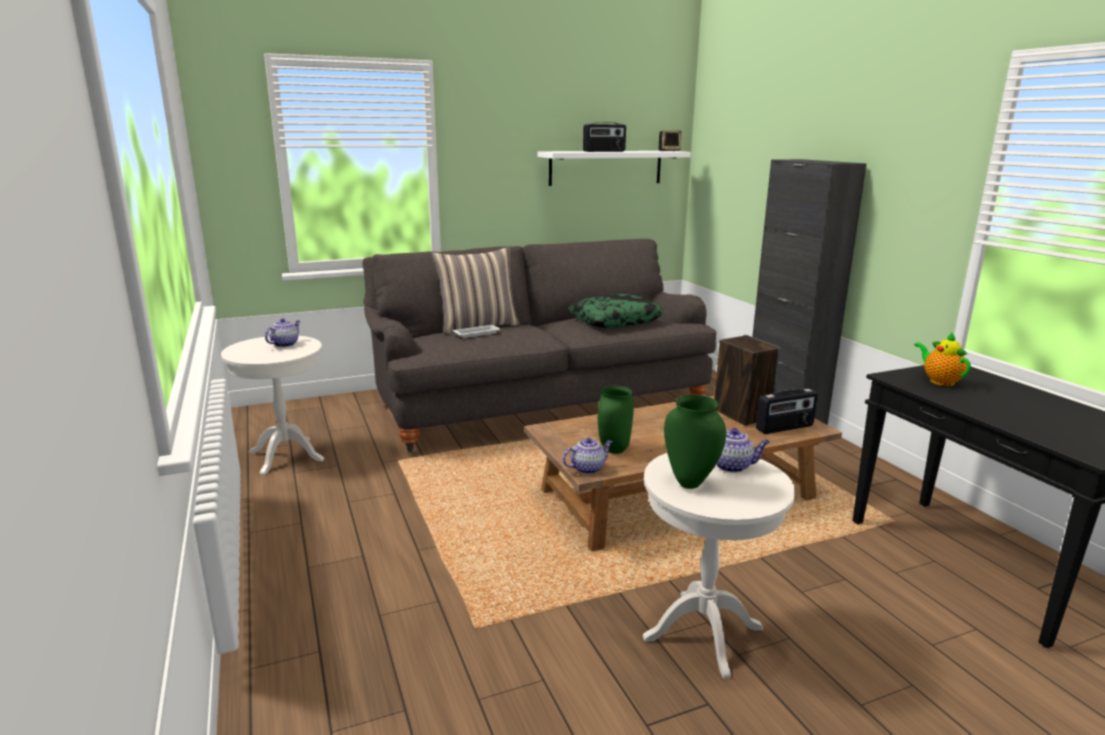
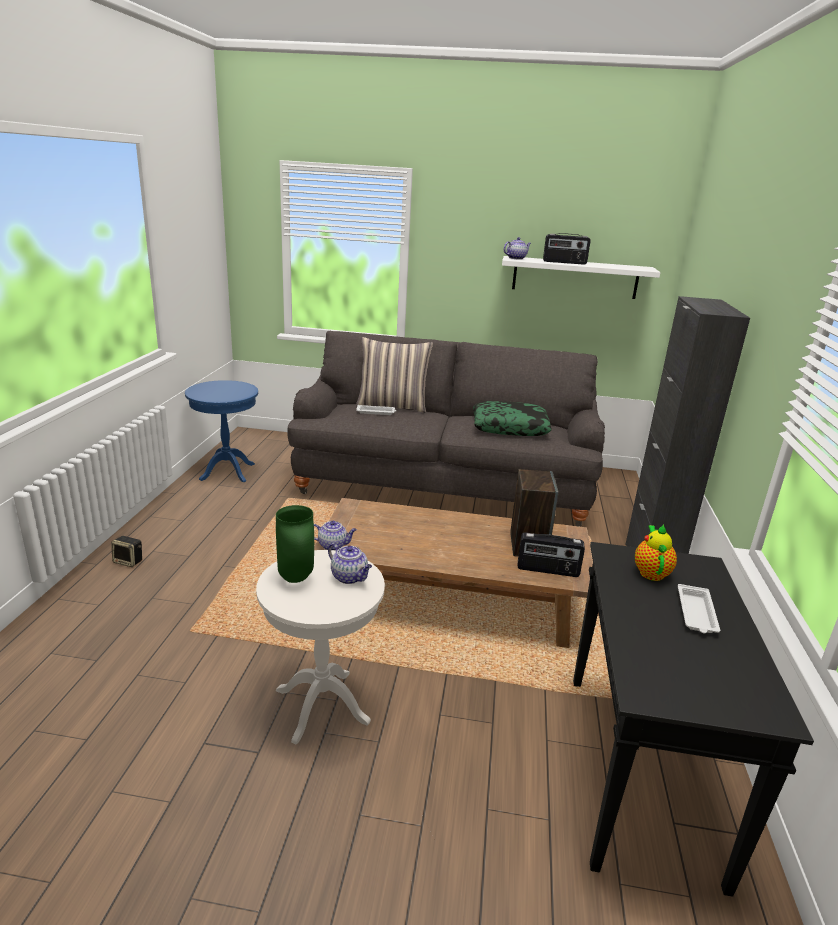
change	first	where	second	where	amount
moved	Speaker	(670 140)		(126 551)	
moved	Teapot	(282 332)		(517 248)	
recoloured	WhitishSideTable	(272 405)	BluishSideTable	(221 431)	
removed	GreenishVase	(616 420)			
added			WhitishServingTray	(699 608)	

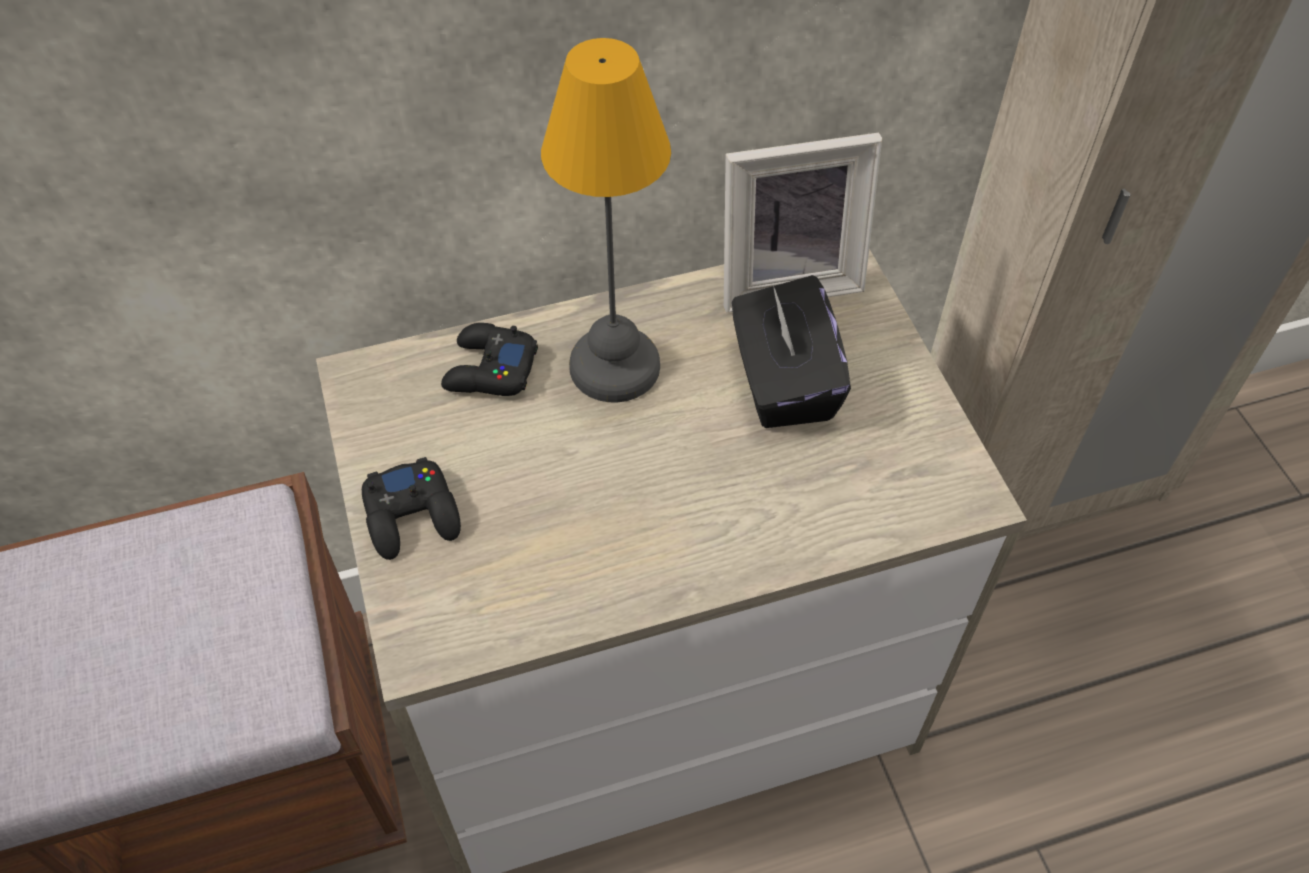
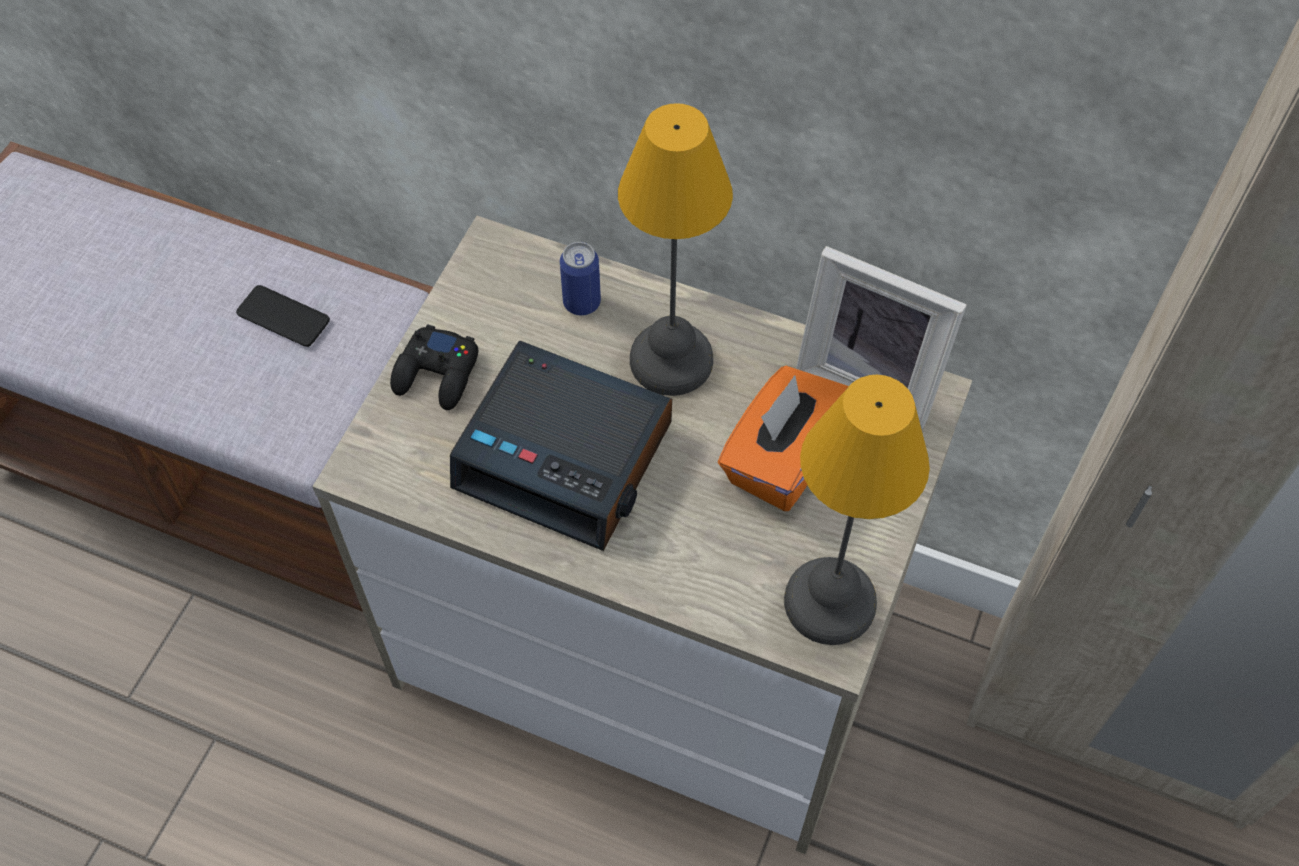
change	first	where	second	where	amount
recoloured	BlackishTissueBox	(791 351)	OrangeyTissueBox	(783 438)	
replaced	BlackishGameController	(489 359)	SealedCan	(580 279)	
added			Telephone	(283 316)	
added			BedsideClock	(561 446)	
added			LampForATable	(857 510)	

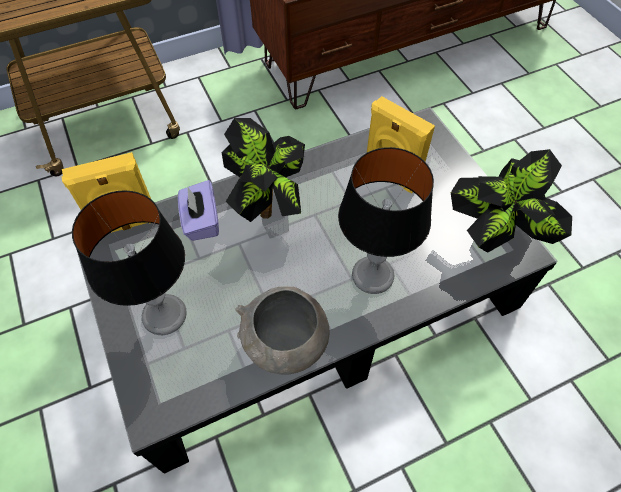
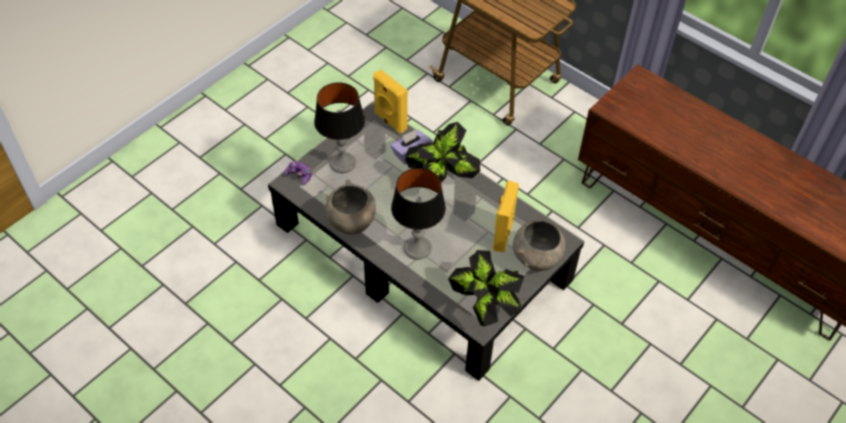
change	first	where	second	where	amount
added			GameController	(298 173)	
added			GreyBowl	(539 245)	

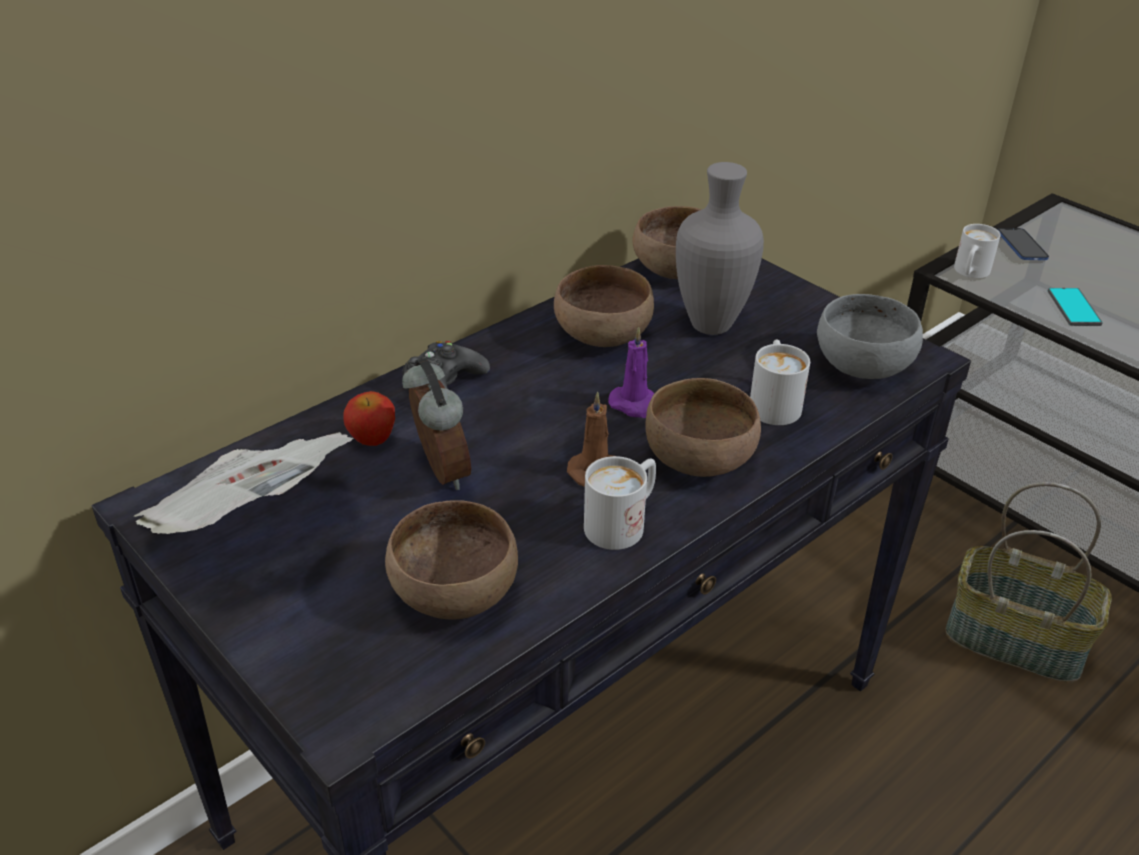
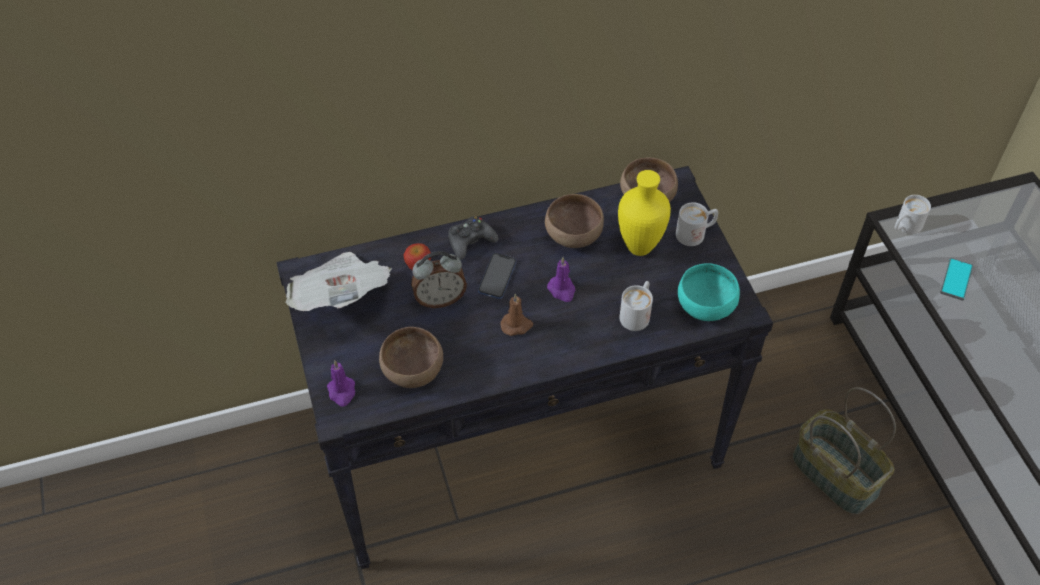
change	first	where	second	where	amount
recoloured	GreyVase	(720 248)	YellowVase	(644 213)	
moved	Telephone	(1023 244)		(497 276)	
recoloured	GreyBowl	(870 336)	TurquoiseColouredBowl	(709 292)	
turned	BedsideClock	(436 424)		(439 279)	75 degrees clockwise
removed	BrownColouredBowl	(703 427)			
moved	WhitishCoffeeMug	(620 503)		(697 224)	
added			PurpleWaxLight	(341 383)	

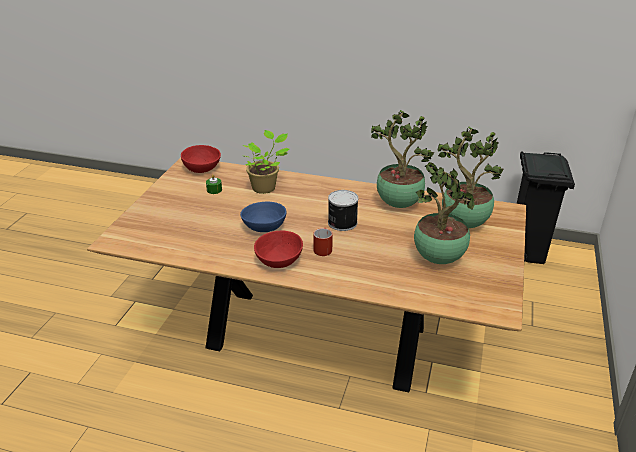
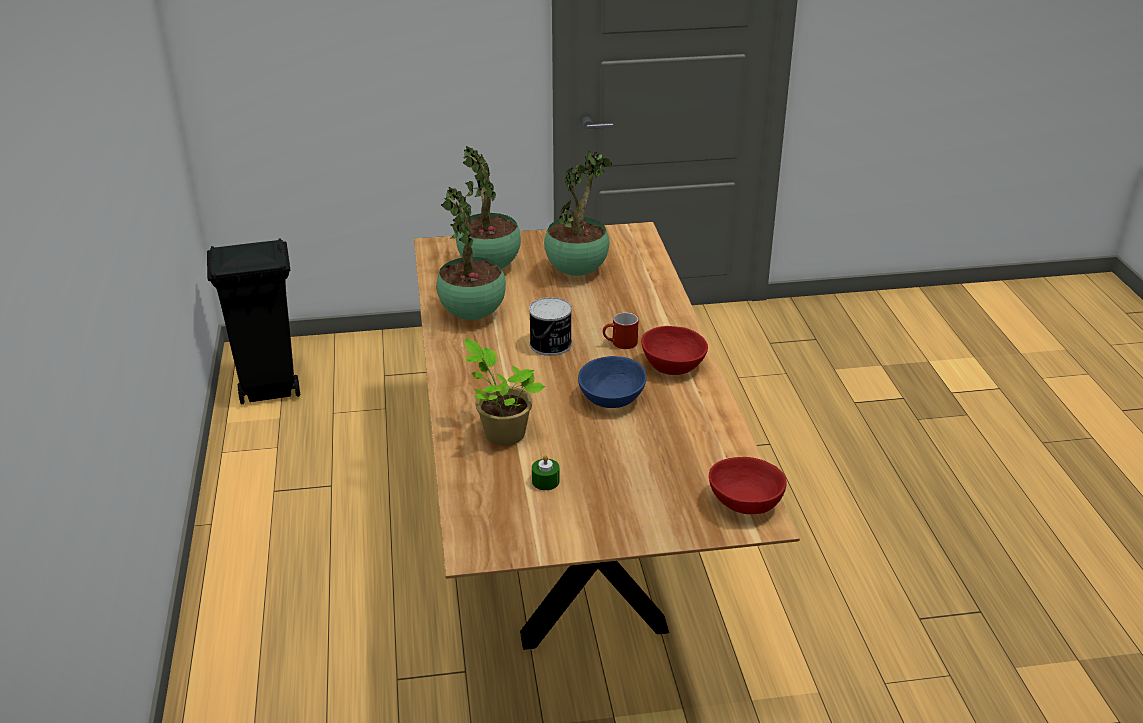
change	first	where	second	where	amount
moved	RedColouredBowl	(201 159)		(747 485)	

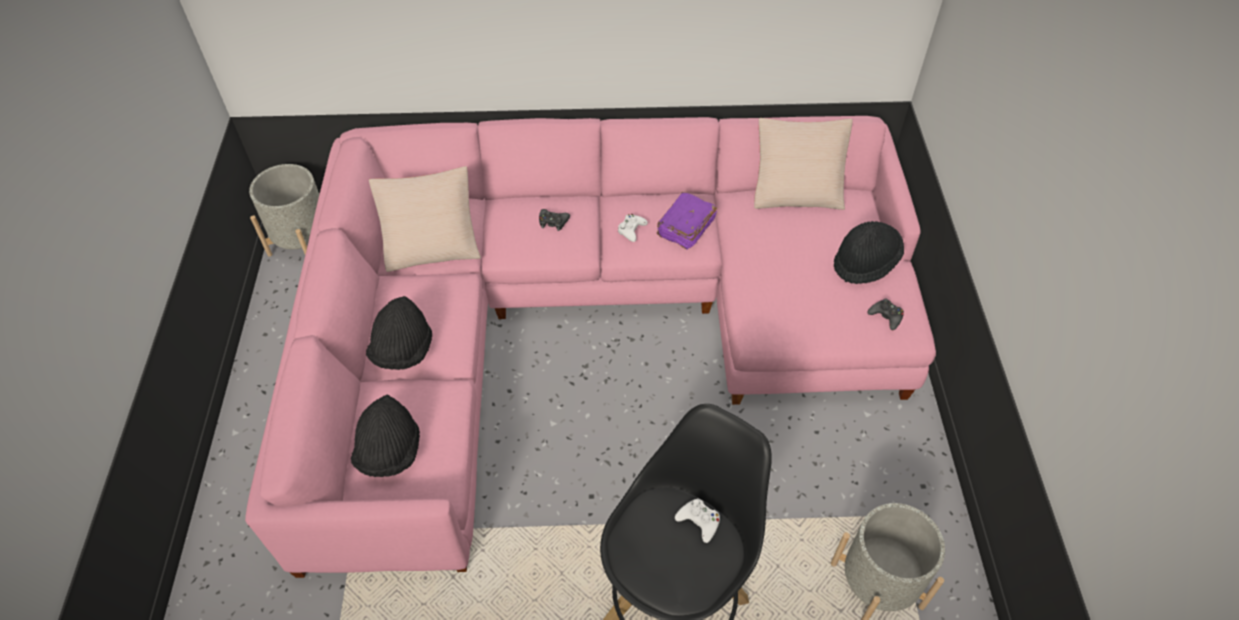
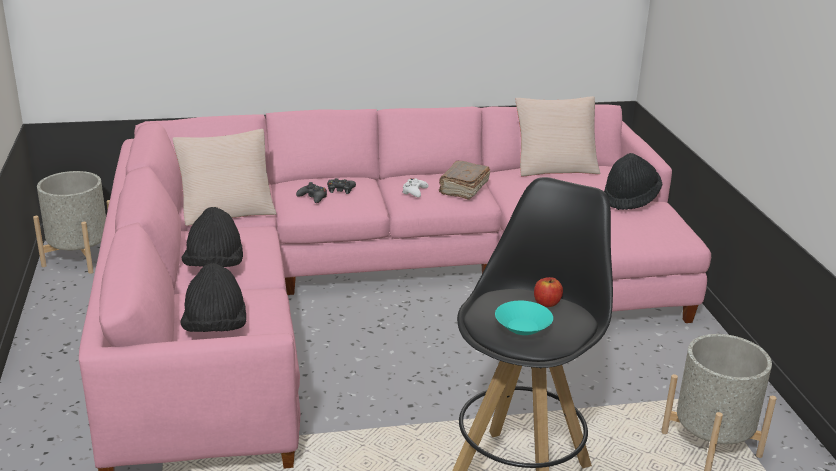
change	first	where	second	where	amount
recoloured	PurpleBoundBook	(687 221)	BrownColouredBoundBook	(464 180)	
moved	BlackishGameController	(886 314)		(311 192)	
replaced	WhitishGameController	(697 520)	AppleFruit	(548 292)	
added			TurquoiseColouredBowl	(524 318)	

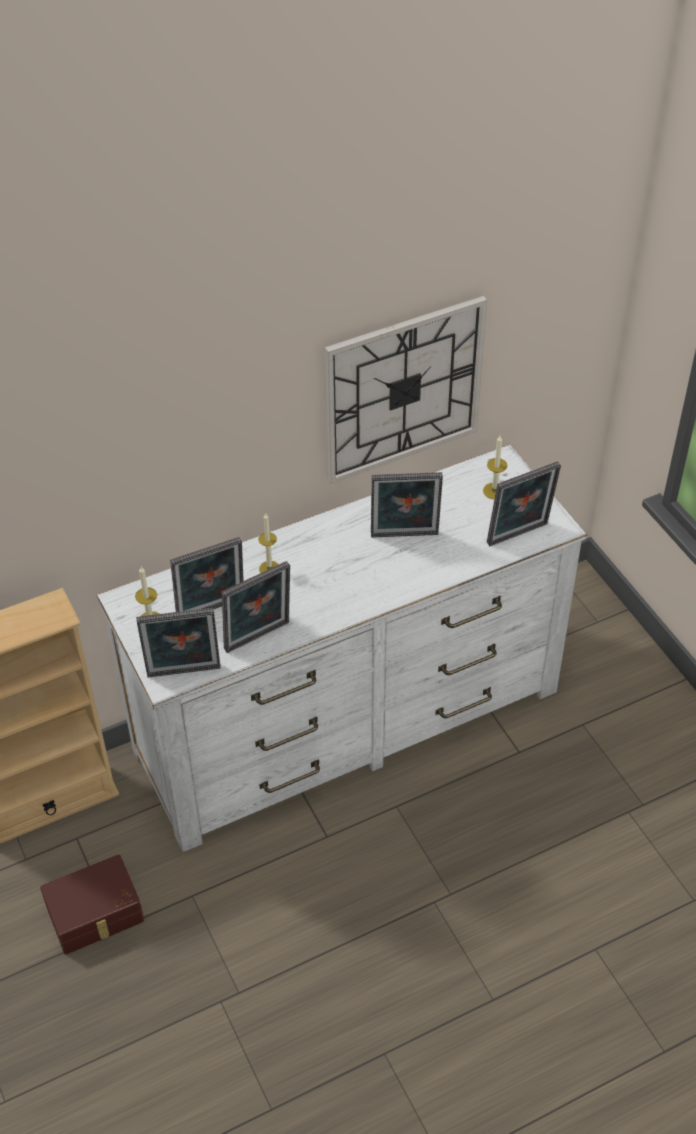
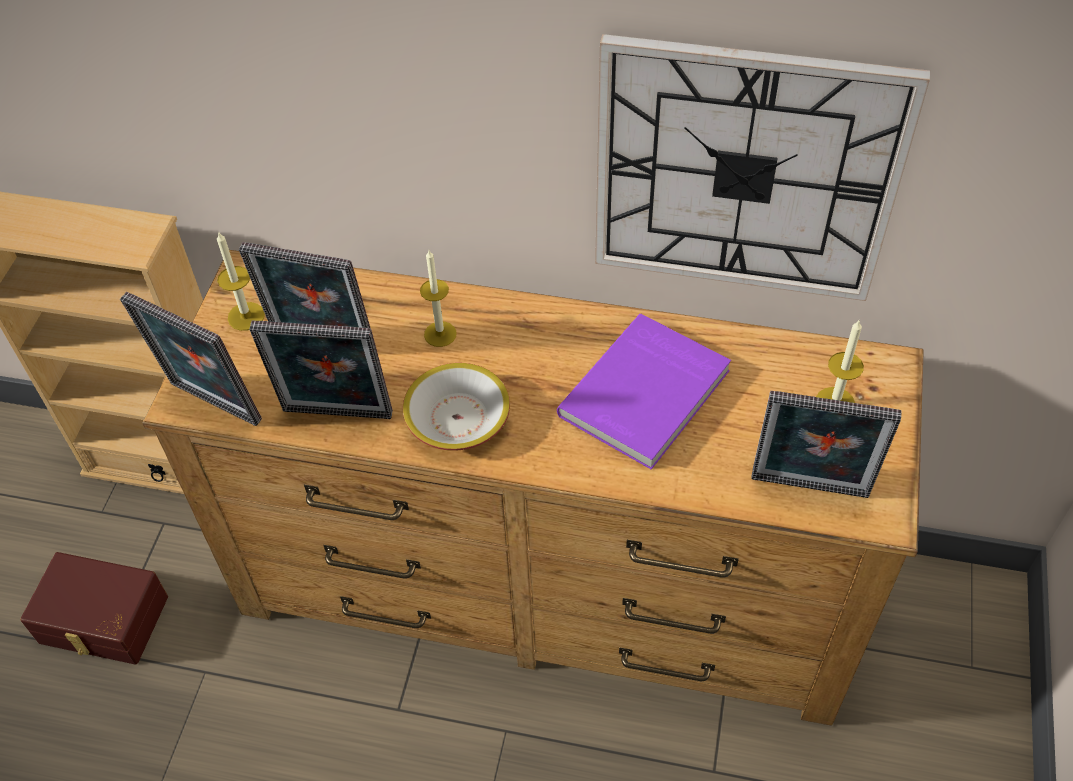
change	first	where	second	where	amount
recoloured	WhitishChestOfDrawers	(341 648)	BrownColouredChestOfDrawers	(533 488)	
replaced	StandingFrame	(407 505)	PurpleBoundBook	(644 392)	
added			Bowl	(456 407)	

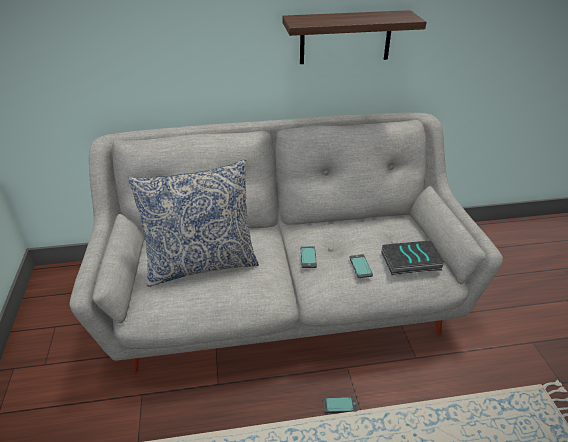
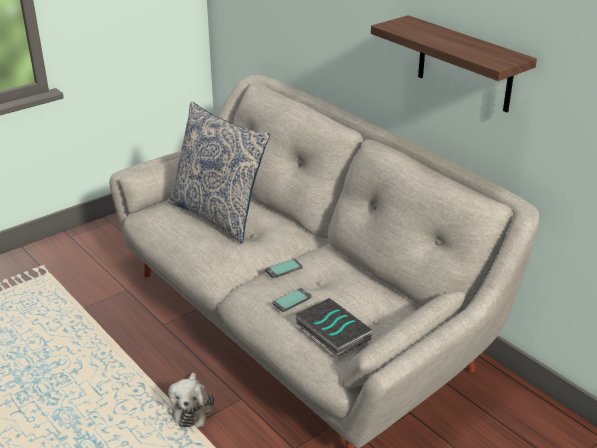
change	first	where	second	where	amount
replaced	Telephone	(340 405)	PlushToy	(191 400)	

